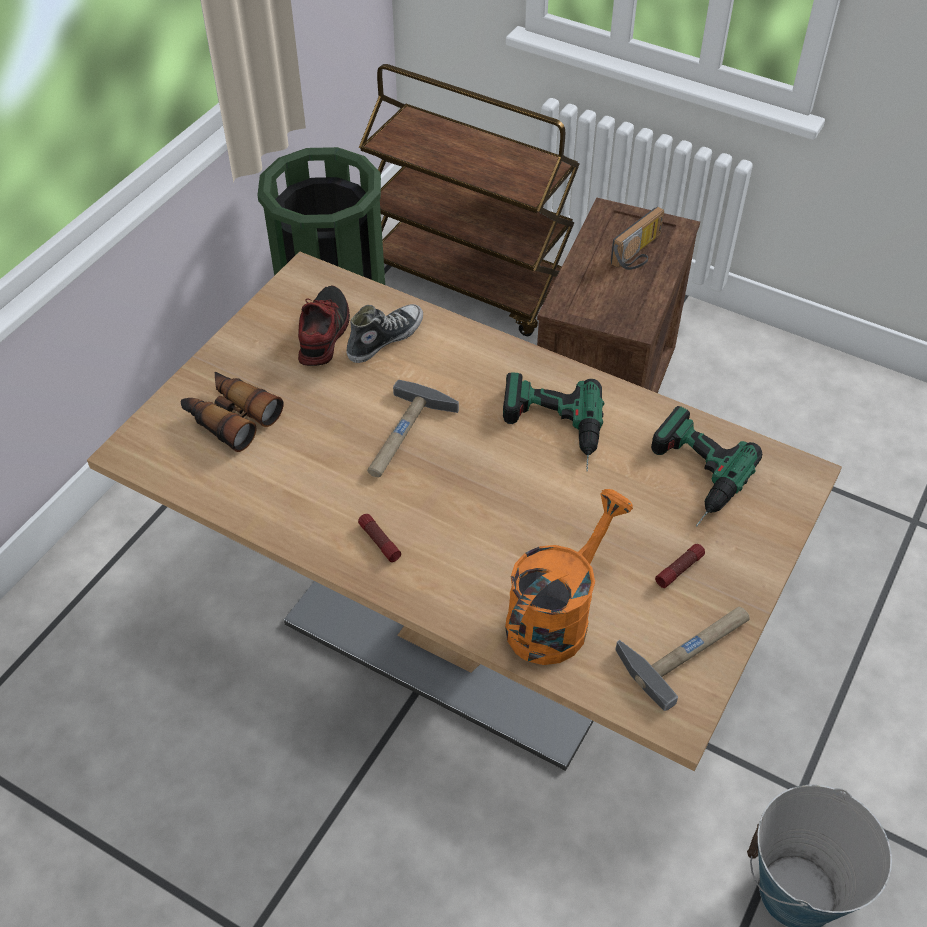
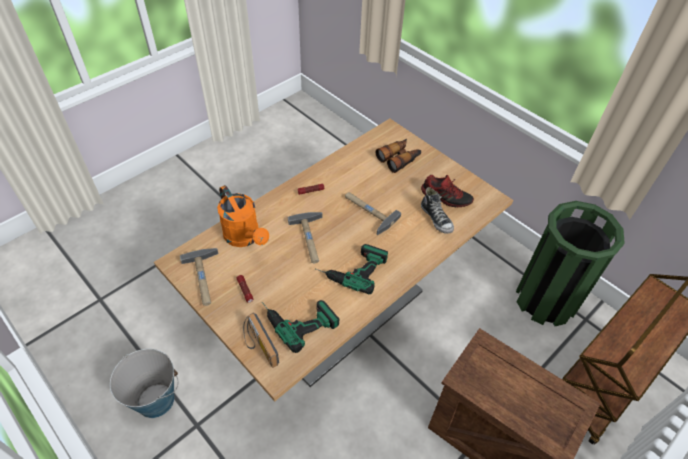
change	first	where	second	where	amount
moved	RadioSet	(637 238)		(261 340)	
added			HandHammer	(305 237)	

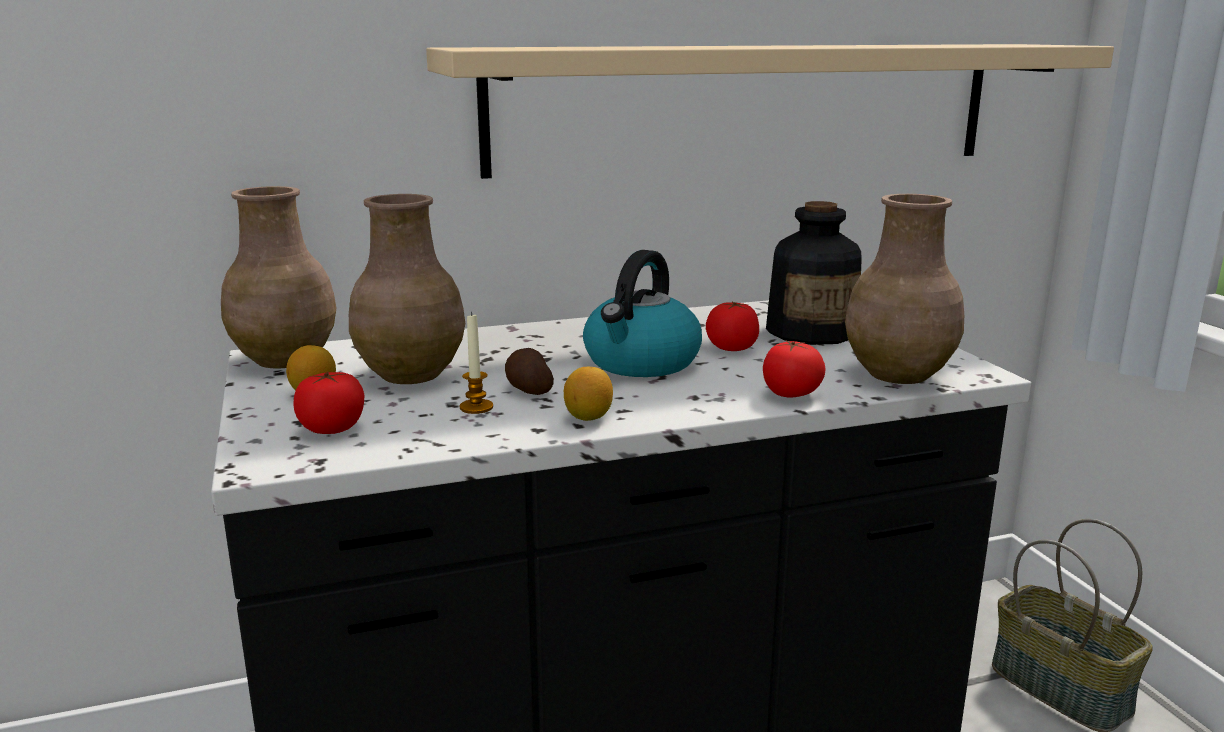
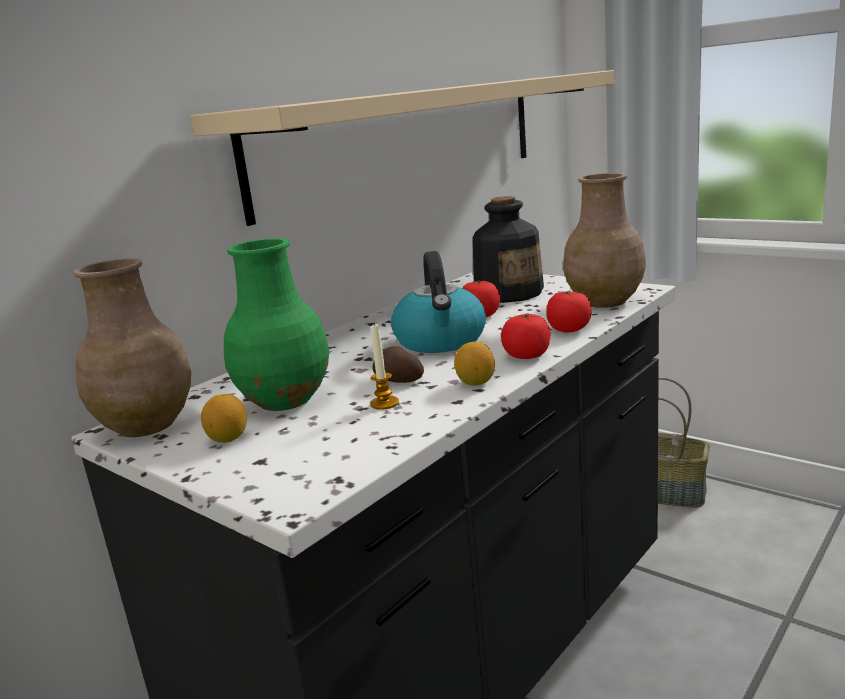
change	first	where	second	where	amount
recoloured	BrownColouredVase	(407 289)	GreenishVase	(276 324)	
moved	Tomato	(328 402)		(525 336)	

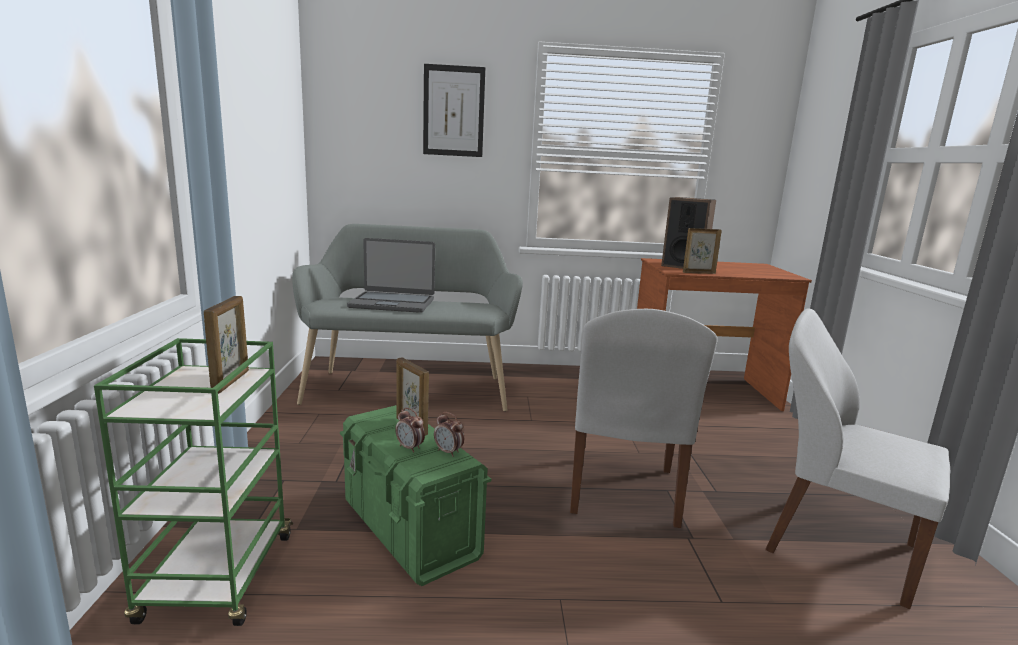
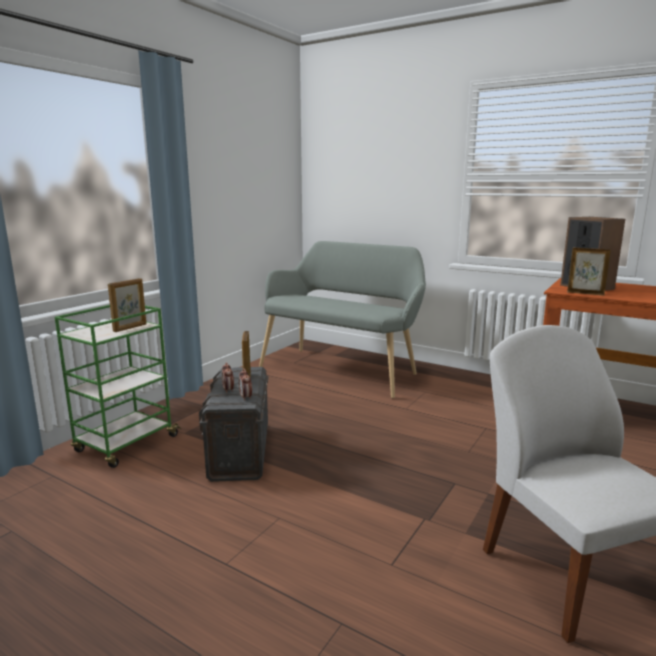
change	first	where	second	where	amount
removed	WallPicture	(454 110)			
removed	PortableComputer	(391 275)			
removed	WhitishChair	(643 418)			
recoloured	GreenishStorageContainer	(415 495)	GreyStorageContainer	(233 424)	

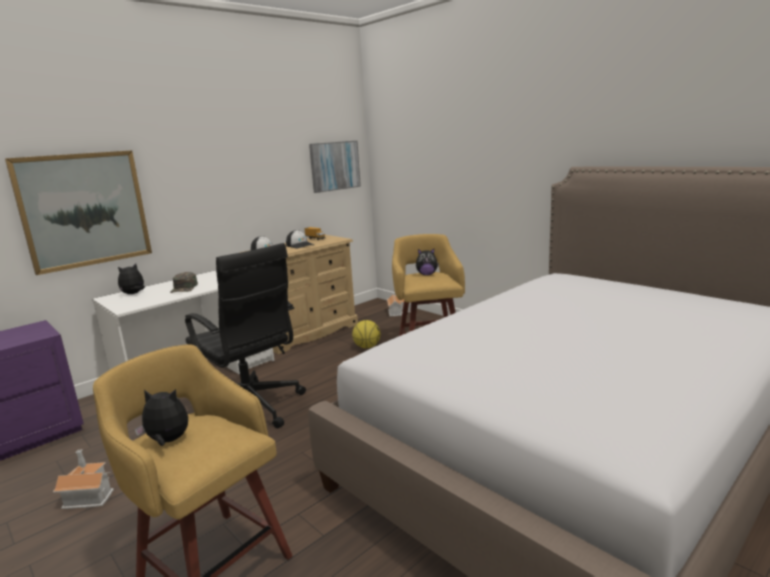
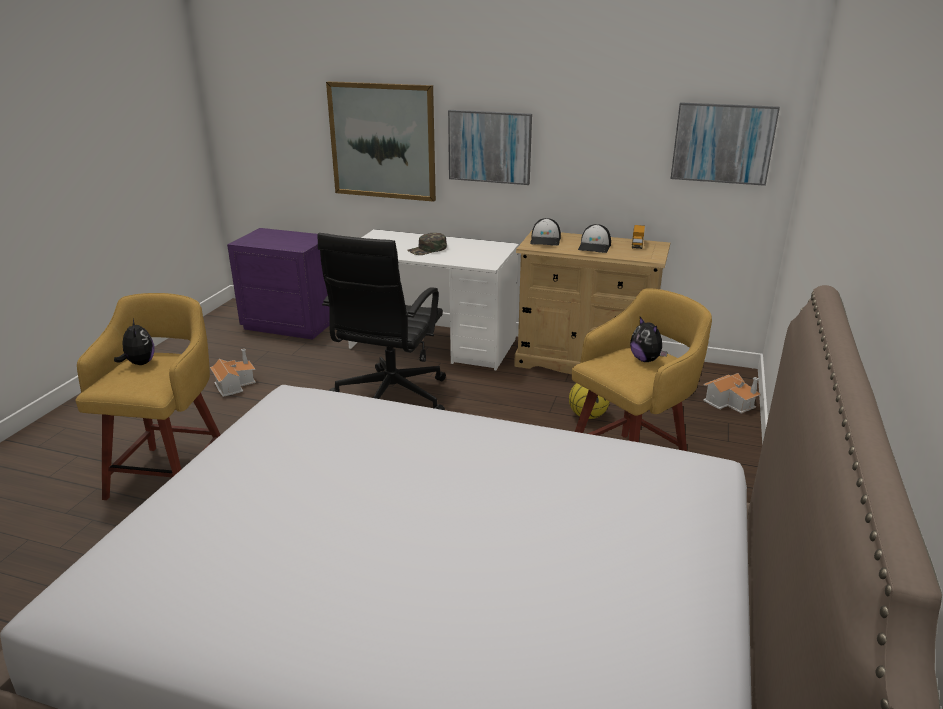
change	first	where	second	where	amount
removed	PlushToy	(131 278)			
added			WallPicture	(490 147)	

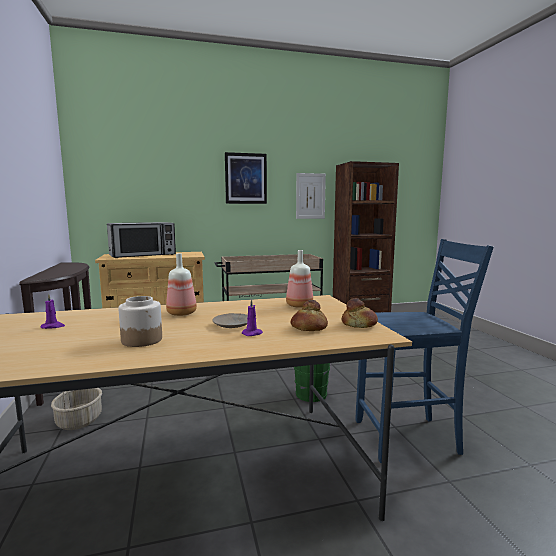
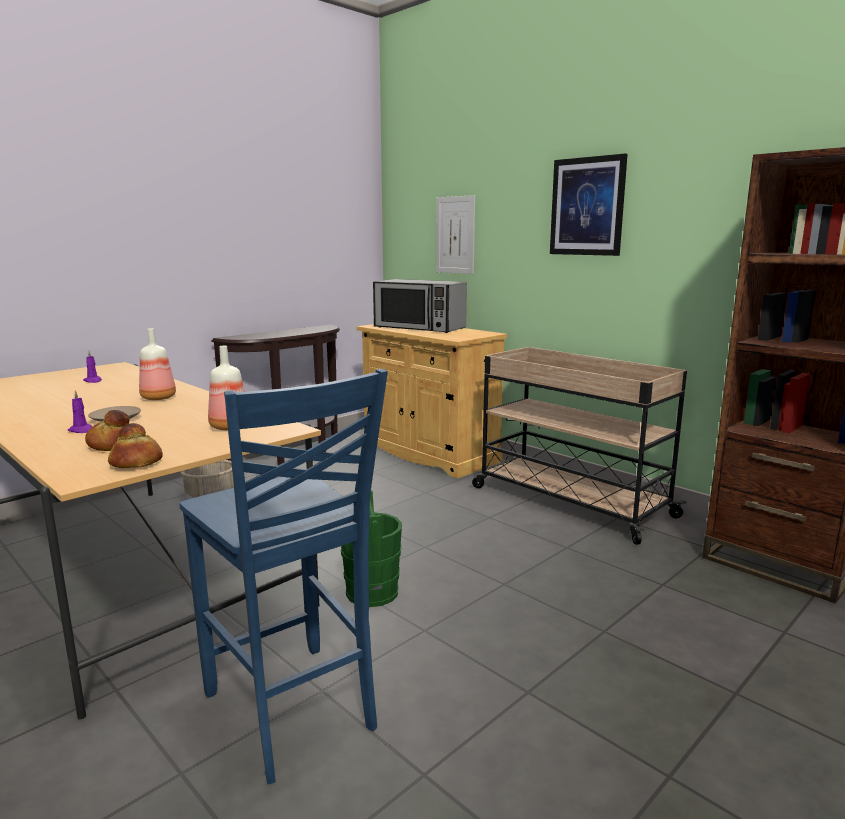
change	first	where	second	where	amount
moved	WallPicture	(311 196)		(455 234)	
removed	Jar	(140 321)			

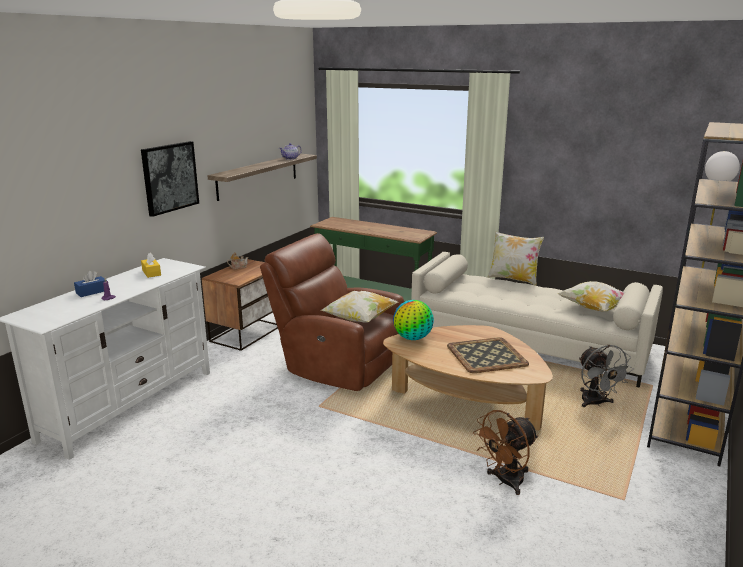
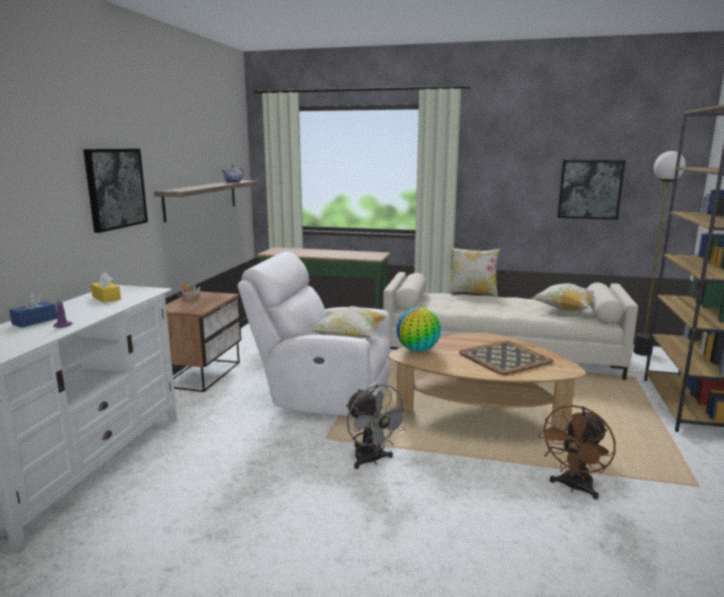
change	first	where	second	where	amount
recoloured	BrownColouredLoungeChair	(332 312)	WhitishLoungeChair	(313 333)	
moved	GreyFan	(606 376)		(378 426)	
added			WallPicture	(591 190)	

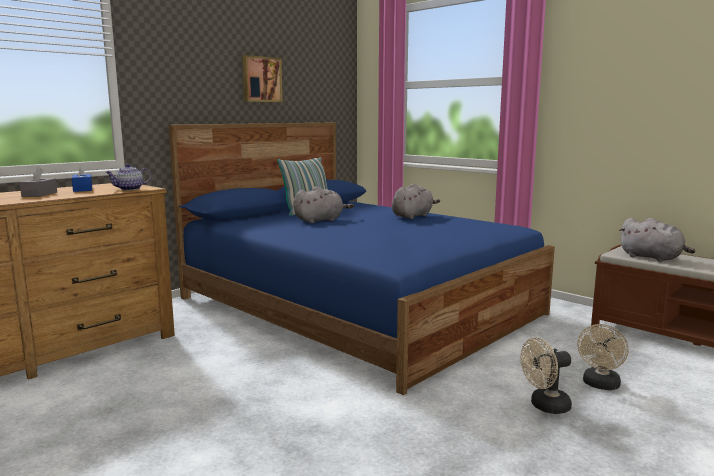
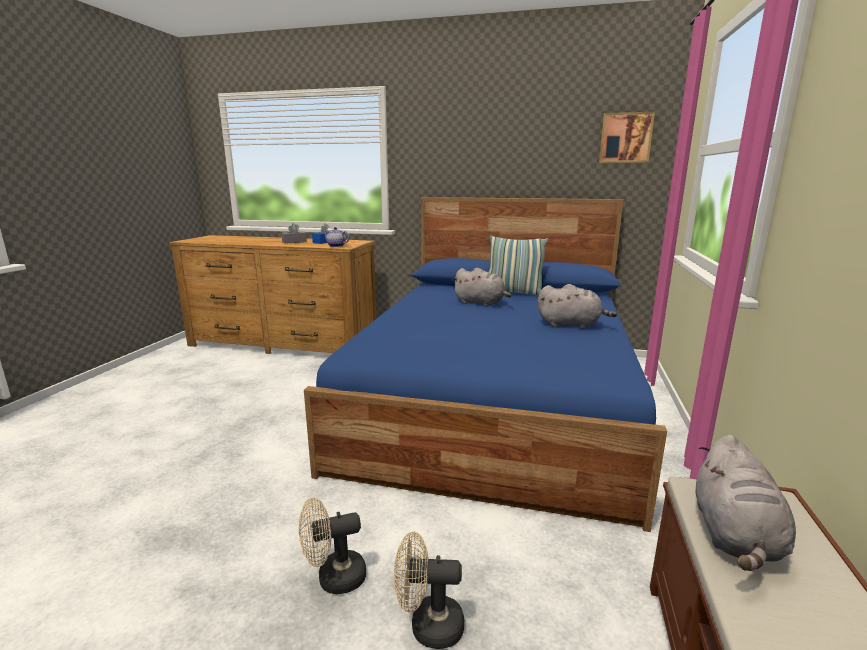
change	first	where	second	where	amount
moved	WallPicture	(263 78)		(627 137)	
turned	BeigeColouredFan	(546 375)		(332 545)	60 degrees counterclockwise

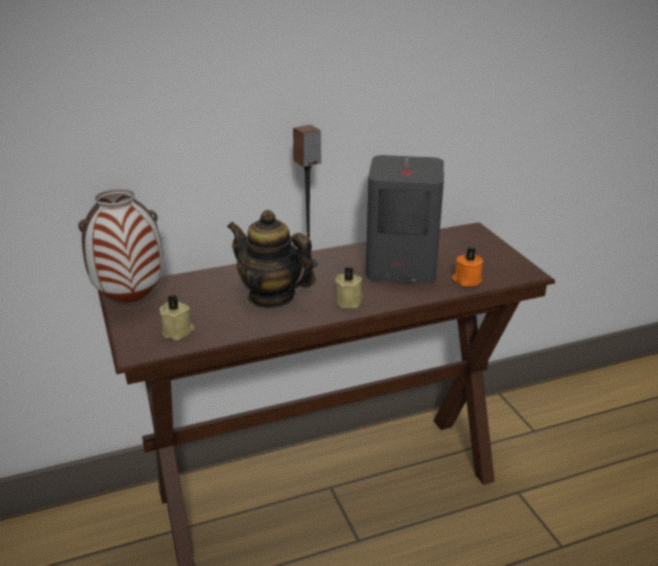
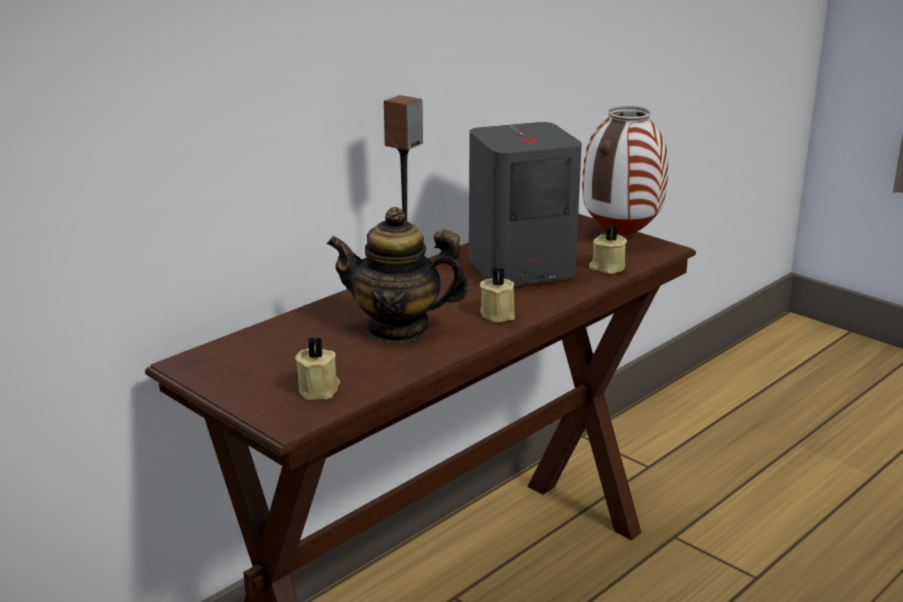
change	first	where	second	where	amount
moved	Vase	(120 246)		(625 171)	
recoloured	OrangeyWaxLight	(467 267)	BeigeColouredWaxLight	(608 249)	

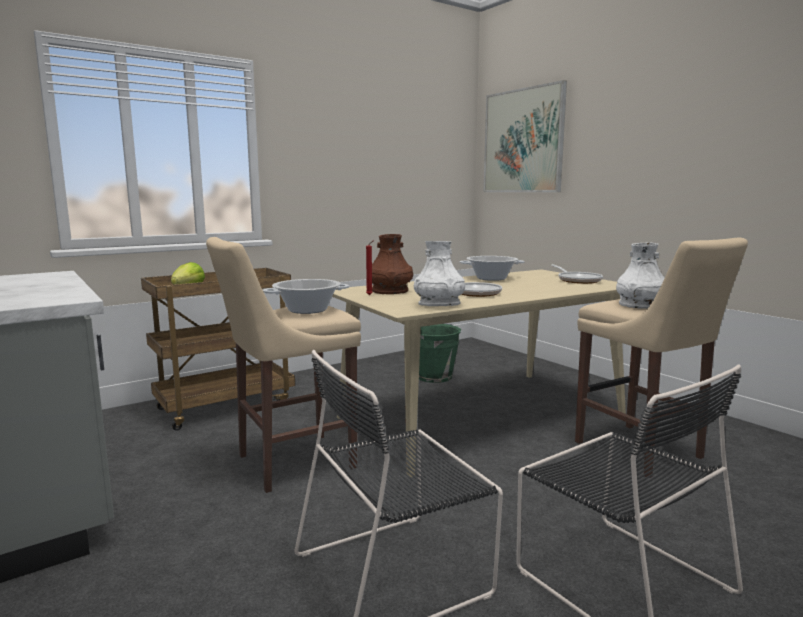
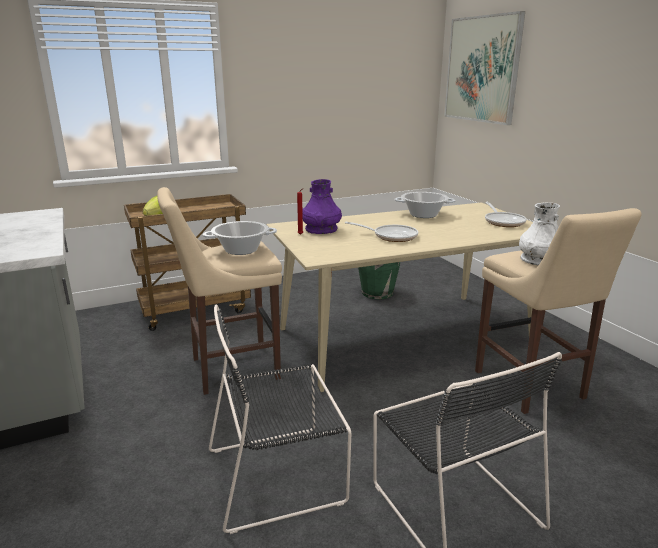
change	first	where	second	where	amount
recoloured	BrownColouredVase	(392 264)	PurpleVase	(322 206)	
removed	WhitishVase	(439 273)			

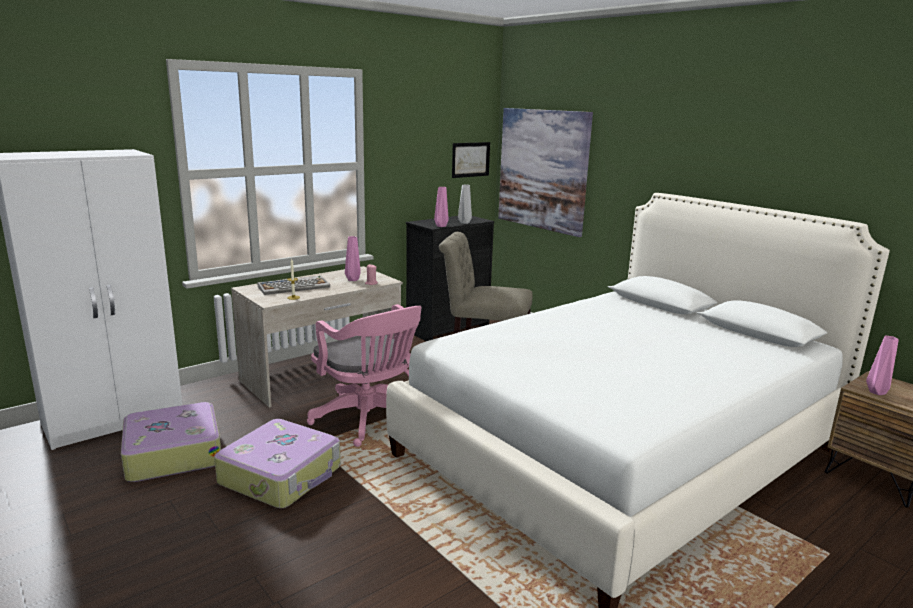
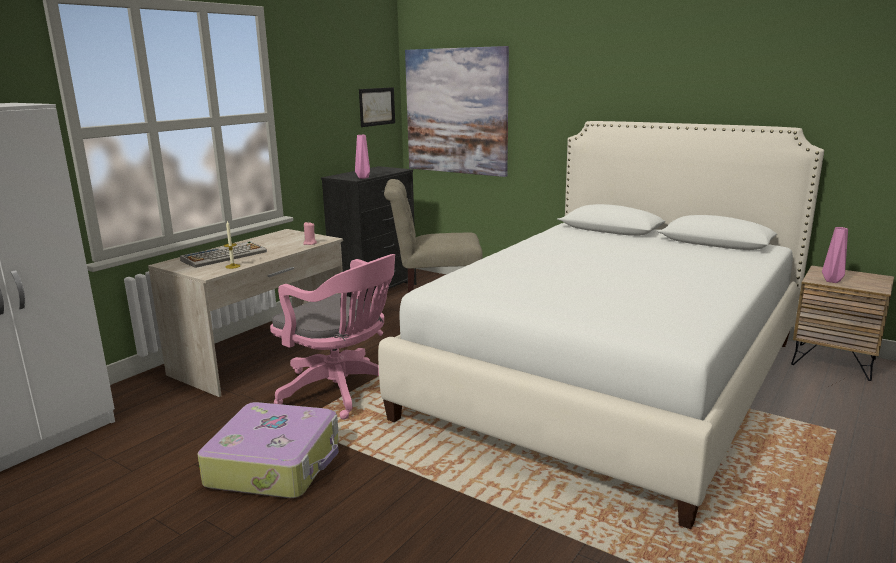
change	first	where	second	where	amount
removed	GreyVase	(465 204)			
removed	PinkVase	(353 258)			
removed	TravelCase	(171 442)			

